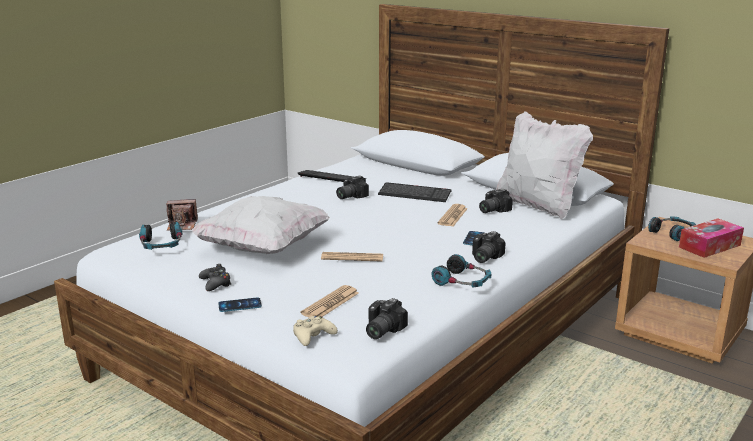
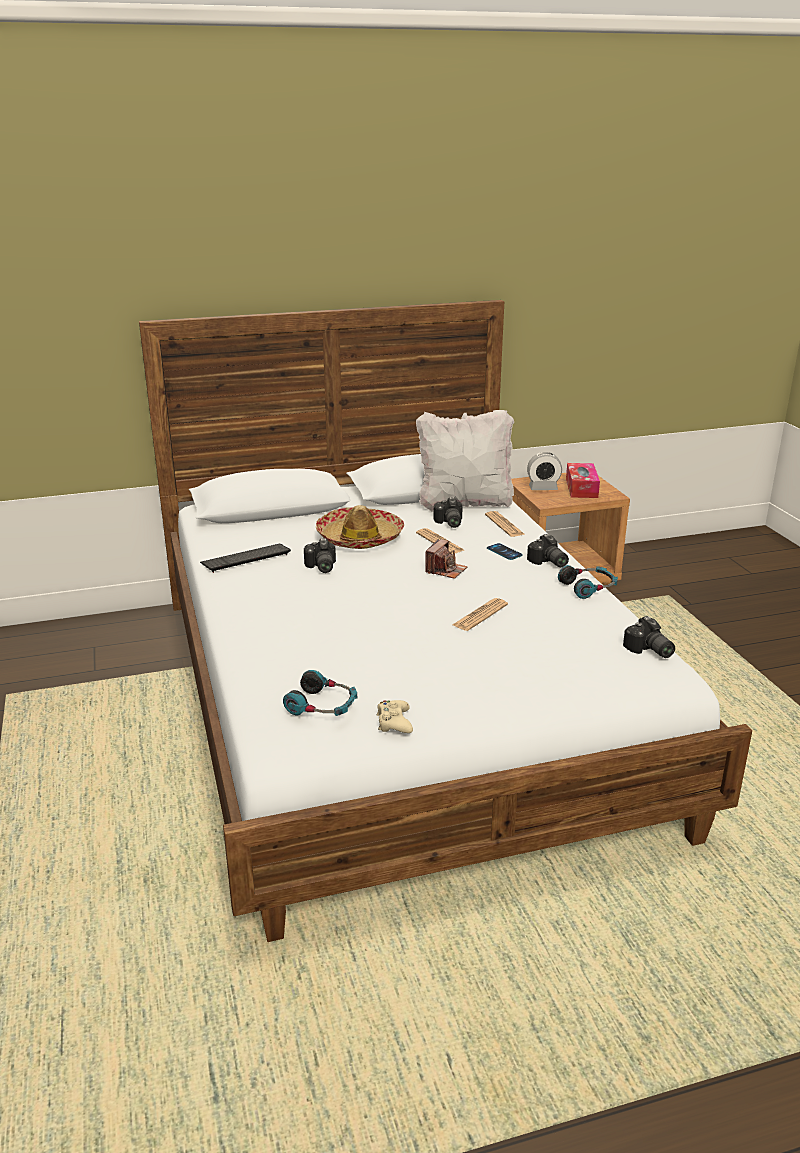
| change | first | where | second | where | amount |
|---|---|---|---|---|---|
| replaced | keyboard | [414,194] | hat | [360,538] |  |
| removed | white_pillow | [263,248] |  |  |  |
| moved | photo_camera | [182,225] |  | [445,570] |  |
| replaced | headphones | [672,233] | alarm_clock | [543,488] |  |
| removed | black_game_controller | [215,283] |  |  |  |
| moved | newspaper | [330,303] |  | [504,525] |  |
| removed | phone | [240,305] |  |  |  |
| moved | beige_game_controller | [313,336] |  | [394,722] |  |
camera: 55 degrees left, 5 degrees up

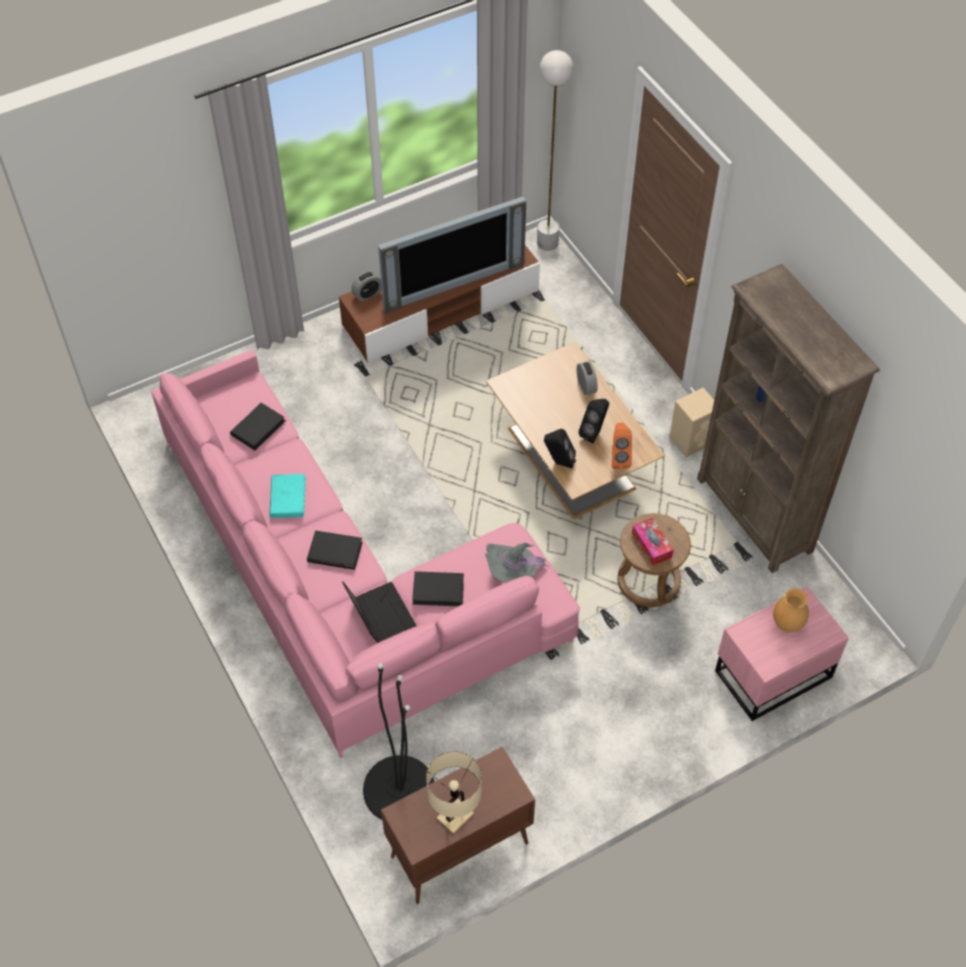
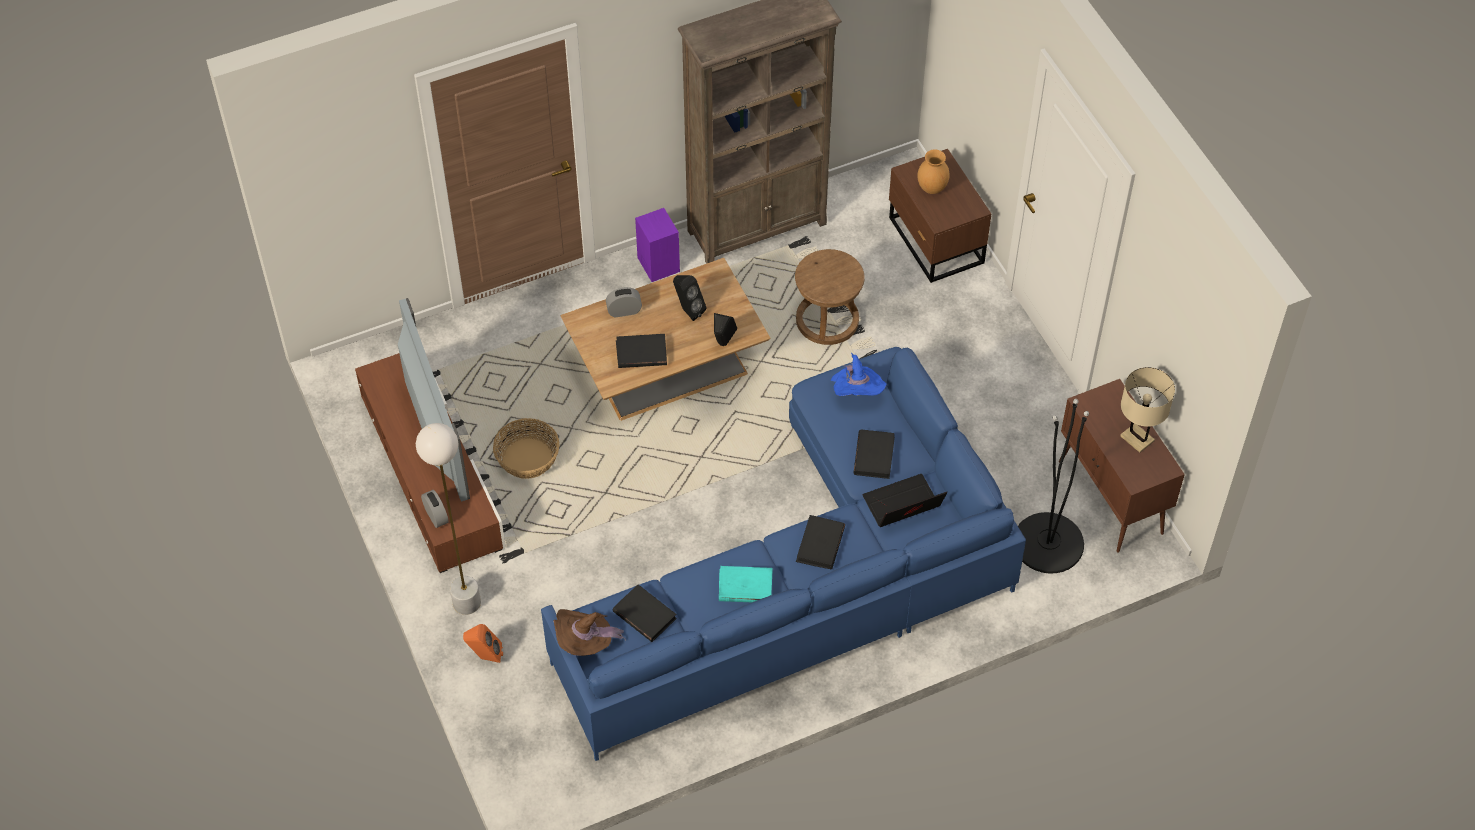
| change | first | where | second | where | amount |
|---|---|---|---|---|---|
| moved | white_floor_lamp | [547,243] |  | [466,602] |  |
| recoloured | pink_sofa | [346,582] | blue_sofa | [807,580] |  |
| recoloured | beige_speaker | [692,440] | purple_speaker | [658,263] |  |
| moved | orange_speaker | [619,458] |  | [485,657] |  |
| removed | tissue_box | [651,545] |  |  |  |
| recoloured | grey_hat | [513,572] | blue_hat | [856,393] |  |
| recoloured | pink_nightstand | [770,673] | brown_nightstand | [935,242] |  |
| added |  |  | black_book | [641,353] |  |
| added |  |  | basket | [528,458] |  |
| added |  |  | brown_hat | [586,642] |  |
camera: 85 degrees left, 0 degrees up

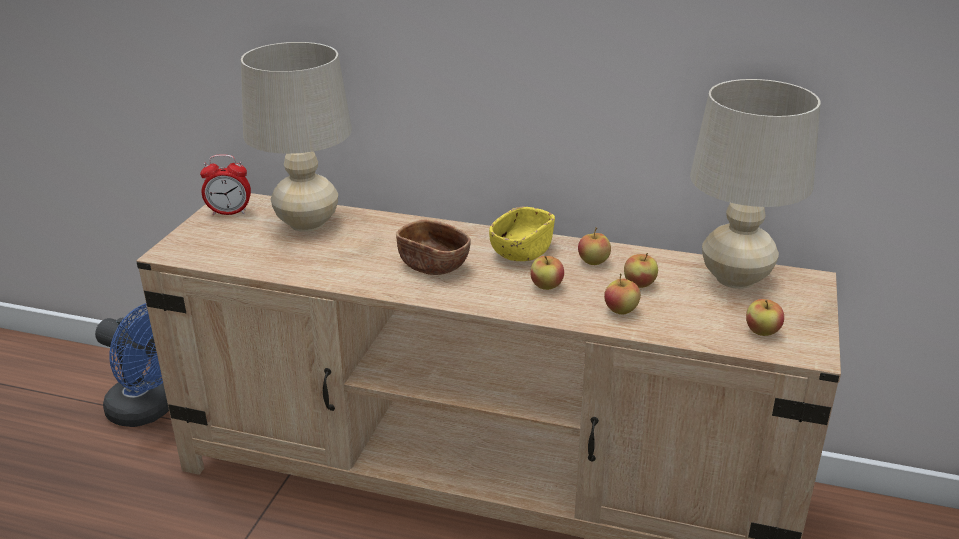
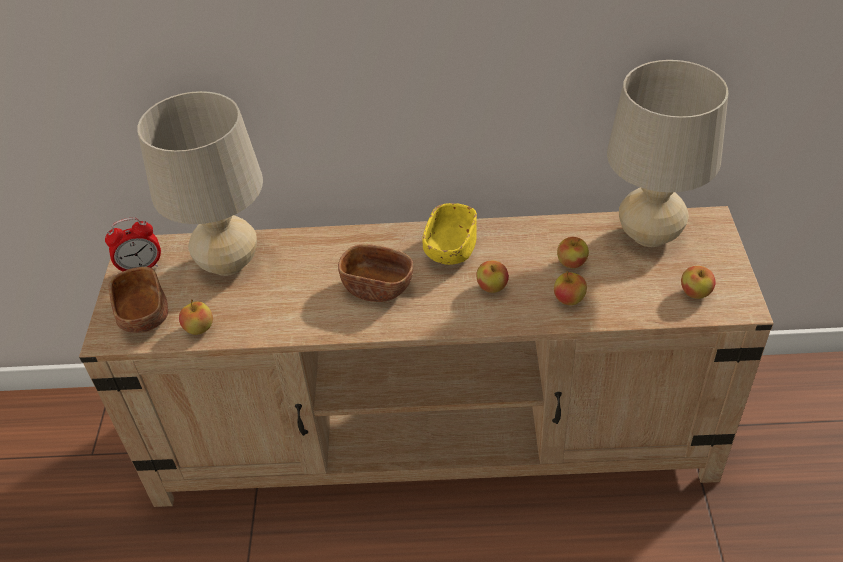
| change | first | where | second | where | amount |
|---|---|---|---|---|---|
| moved | apple | [593,262] |  | [199,328] |  |
| removed | blue_fan | [150,410] |  |  |  |
| added |  |  | brown_bowl | [144,315] |  |
camera: 15 degrees left, 15 degrees up

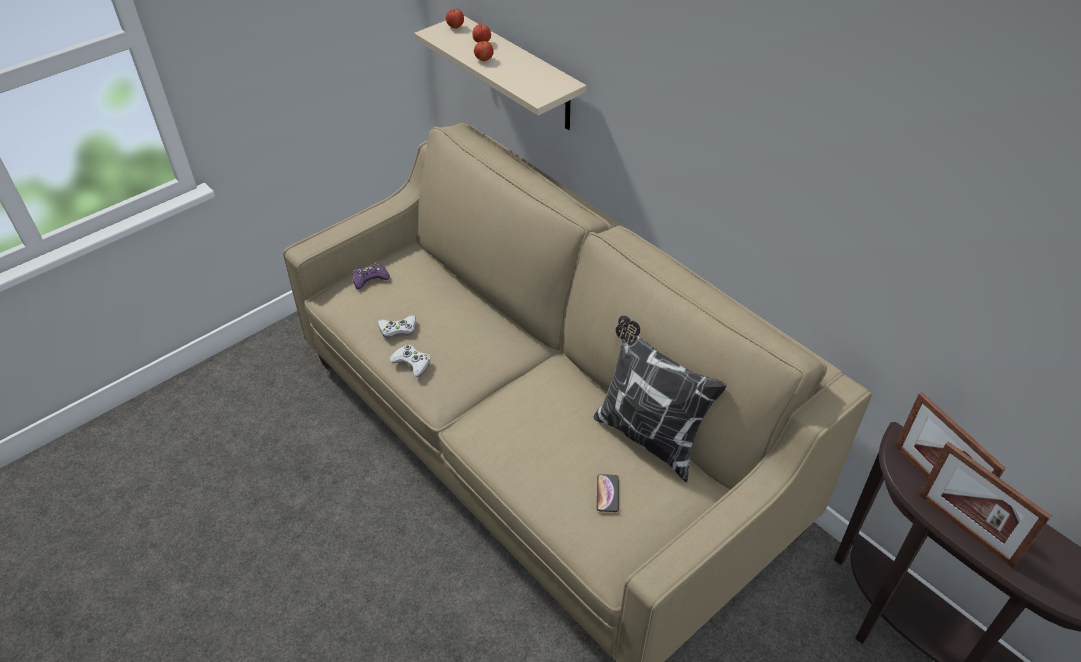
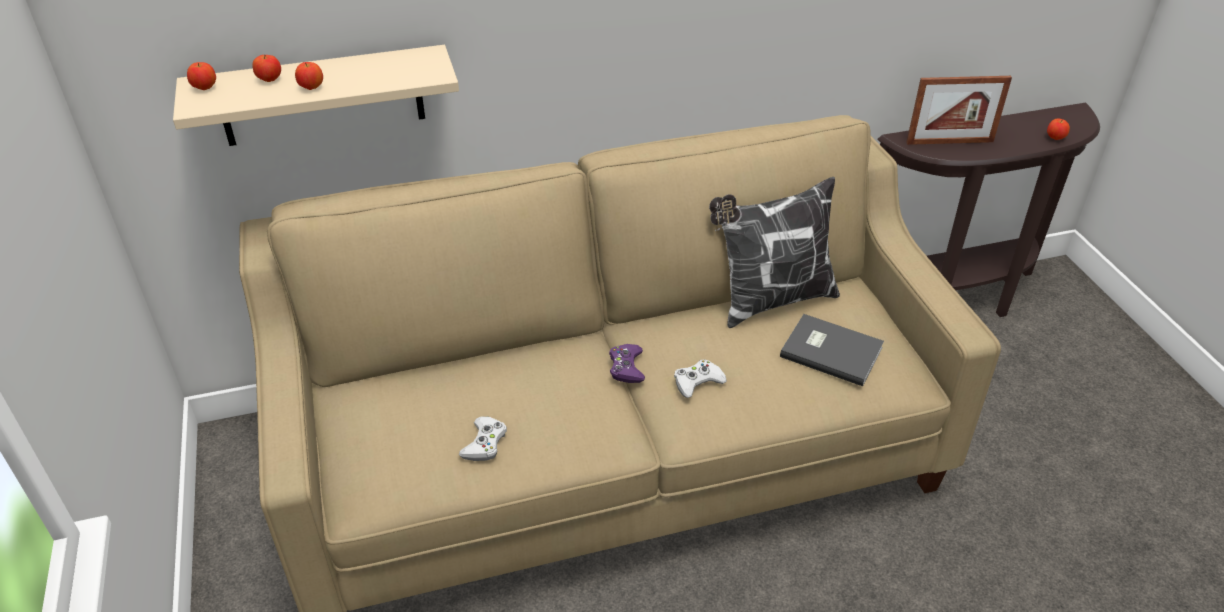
| change | first | where | second | where | amount |
|---|---|---|---|---|---|
| moved | purple_game_controller | [370,278] |  | [626,367] |  |
| moved | white_game_controller | [412,363] |  | [697,382] |  |
| removed | picture_frame | [965,529] |  |  |  |
| replaced | phone | [607,493] | grey_book | [830,350] |  |
| added |  |  | apple | [1055,138] |  |
camera: 65 degrees left, 5 degrees down

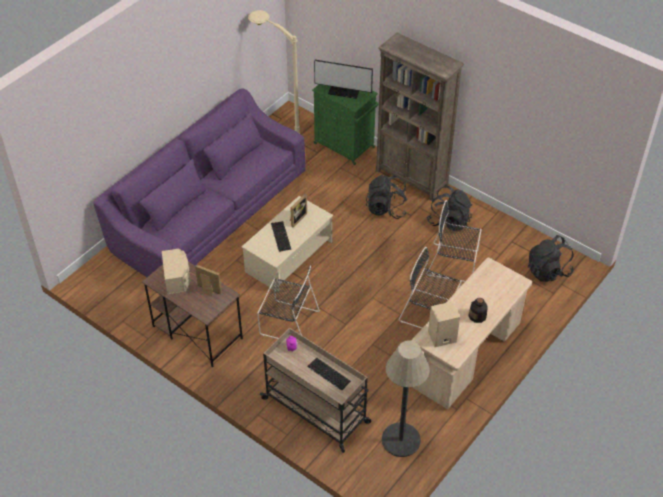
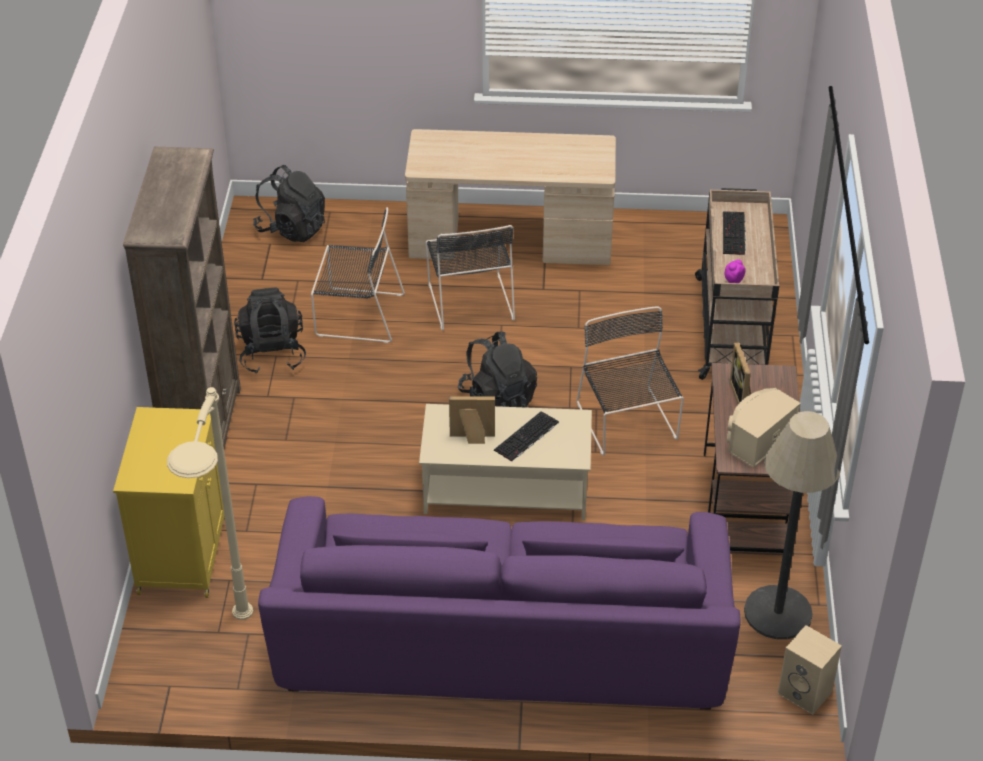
| change | first | where | second | where | amount |
|---|---|---|---|---|---|
| removed | monitor | [343,92] |  |  |  |
| recoloured | green_cabinet | [345,146] | yellow_cabinet | [183,552] |  |
| moved | black_backpack | [386,209] |  | [497,399] |  |
| turned | black_chair | [454,263] |  | [356,314] | 60 degrees counterclockwise |
| removed | bottle | [477,316] |  |  |  |
| moved | beige_speaker | [441,337] |  | [806,692] |  |
| moved | floor_lamp | [401,440] |  | [777,613] |  |
camera: 125 degrees left, 5 degrees down

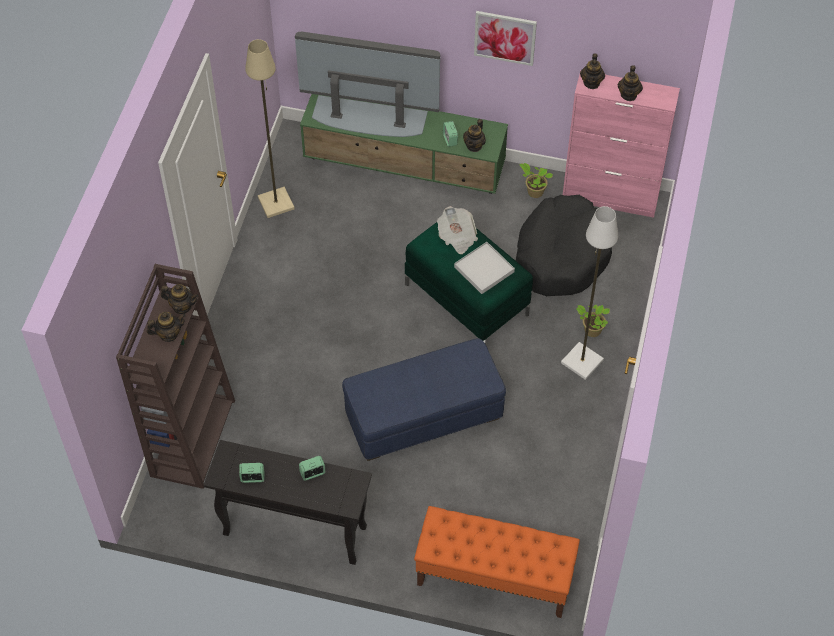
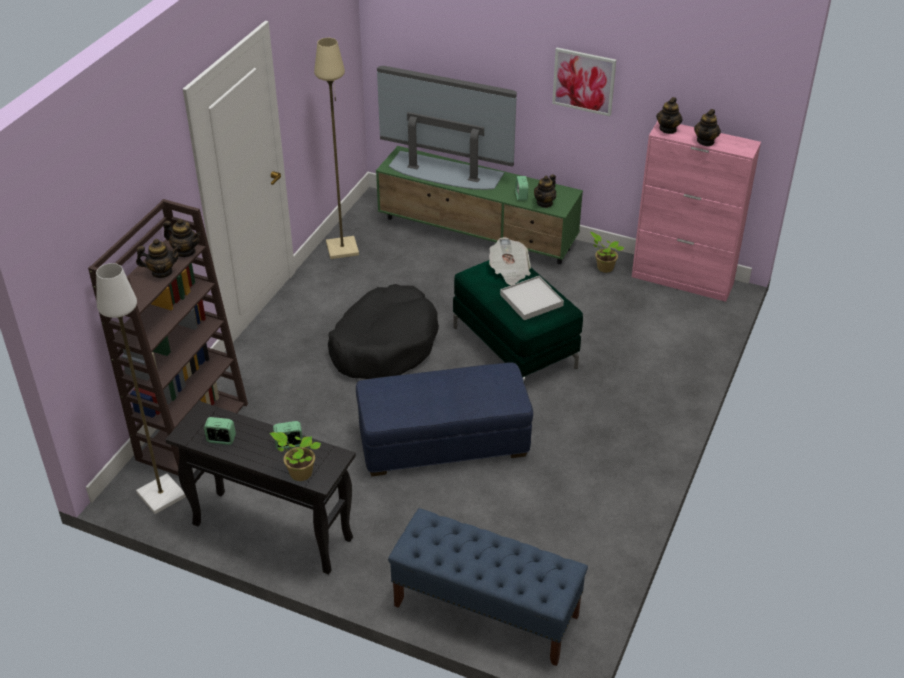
| change | first | where | second | where | amount |
|---|---|---|---|---|---|
| moved | black_dog_bed | [561,255] |  | [384,345] |  |
| moved | white_floor_lamp | [581,362] |  | [160,495] |  |
| moved | potted_plant | [591,330] |  | [299,473] |  |
| recoloured | orange_bench | [494,577] | blue_bench | [485,610] |  |
camera: 10 degrees right, 15 degrees down

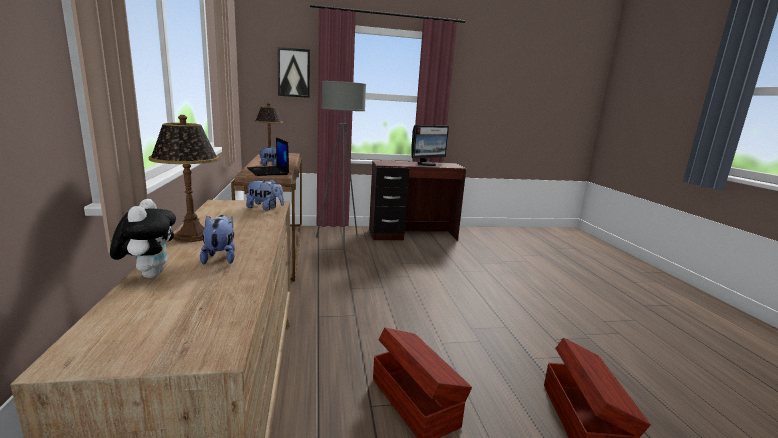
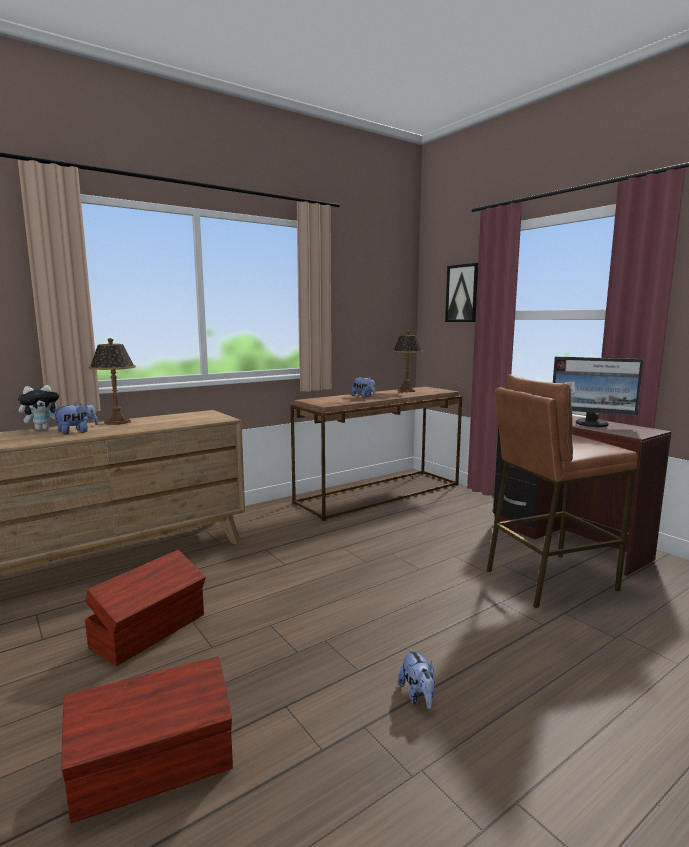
| change | first | where | second | where | amount |
|---|---|---|---|---|---|
| removed | grey_floor_lamp | [340,240] |  |  |  |
| removed | laptop | [268,171] |  |  |  |
| moved | plush_toy | [265,208] |  | [418,696] |  |
| added |  |  | brown_stool | [549,579] |  |
camera: 65 degrees right, 5 degrees down

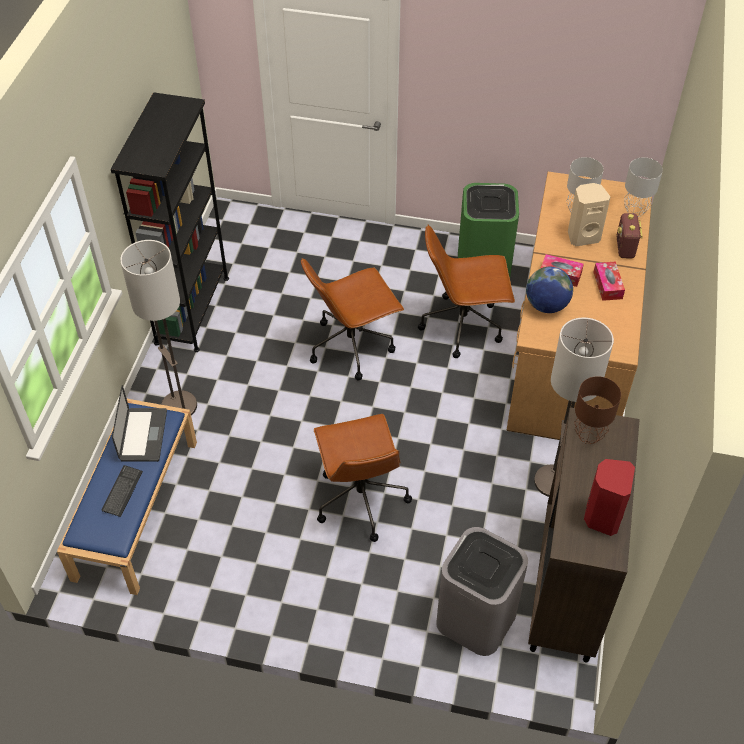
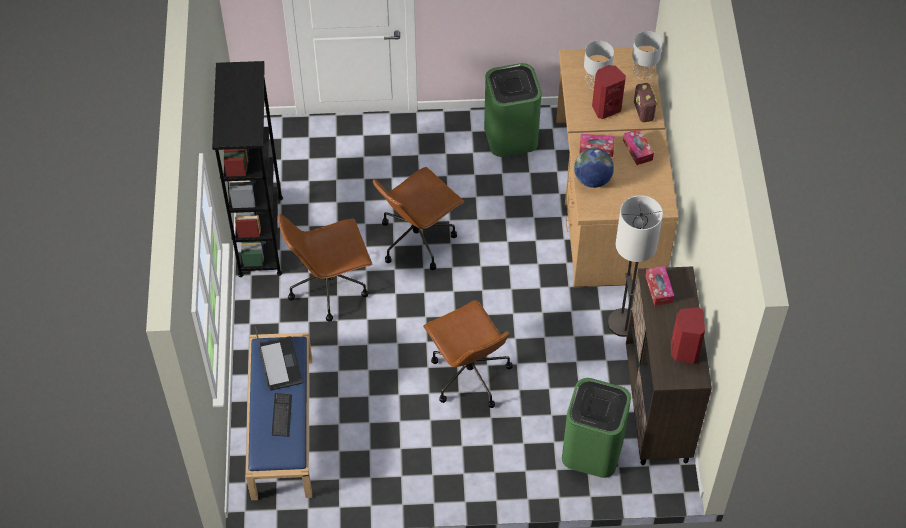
| change | first | where | second | where | amount |
|---|---|---|---|---|---|
| recoloured | beige_speaker | [582,236] | red_speaker | [605,108] |  |
| moved | brown_office_chair | [463,325] |  | [329,286] |  |
| removed | floor_lamp | [179,406] |  |  |  |
| replaced | brown_table_lamp | [589,436] | tissue_box | [659,289] |  |
| recoloured | grey_trash_can | [475,619] | green_trash_can | [591,450] |  |
camera: 15 degrees left, 5 degrees up

